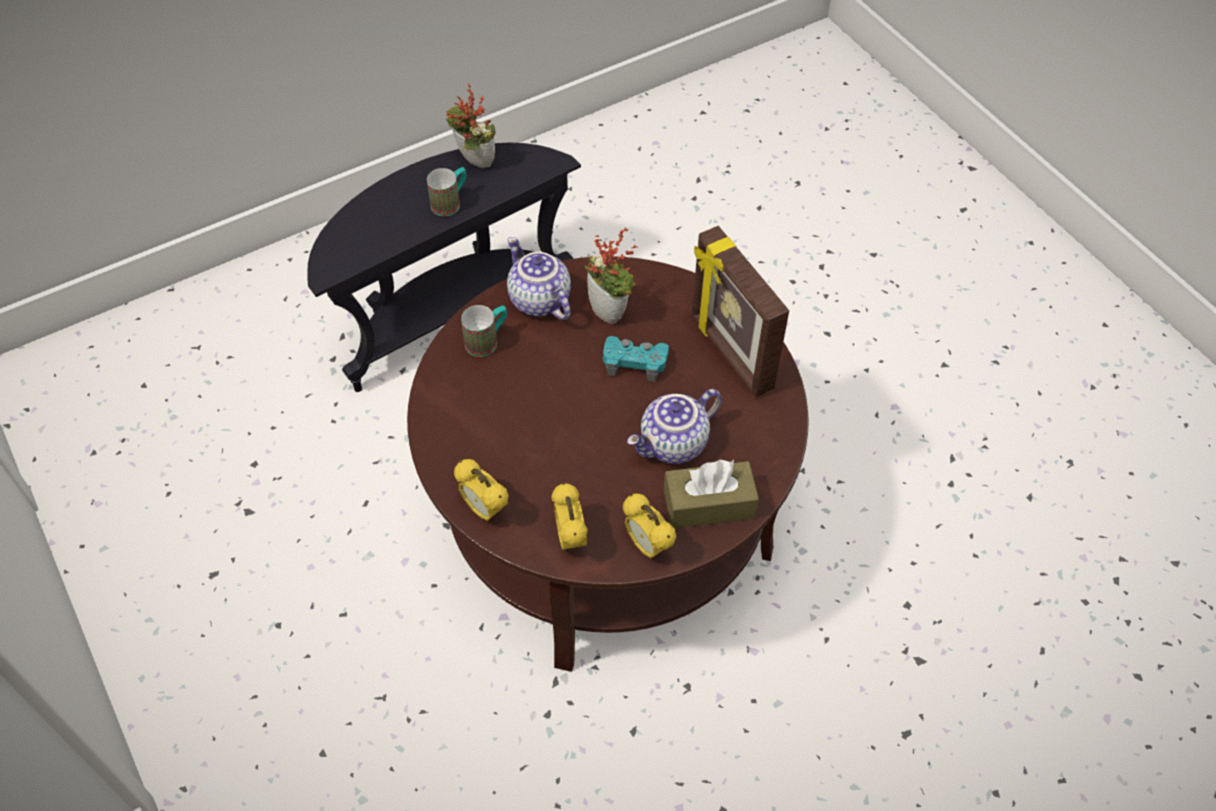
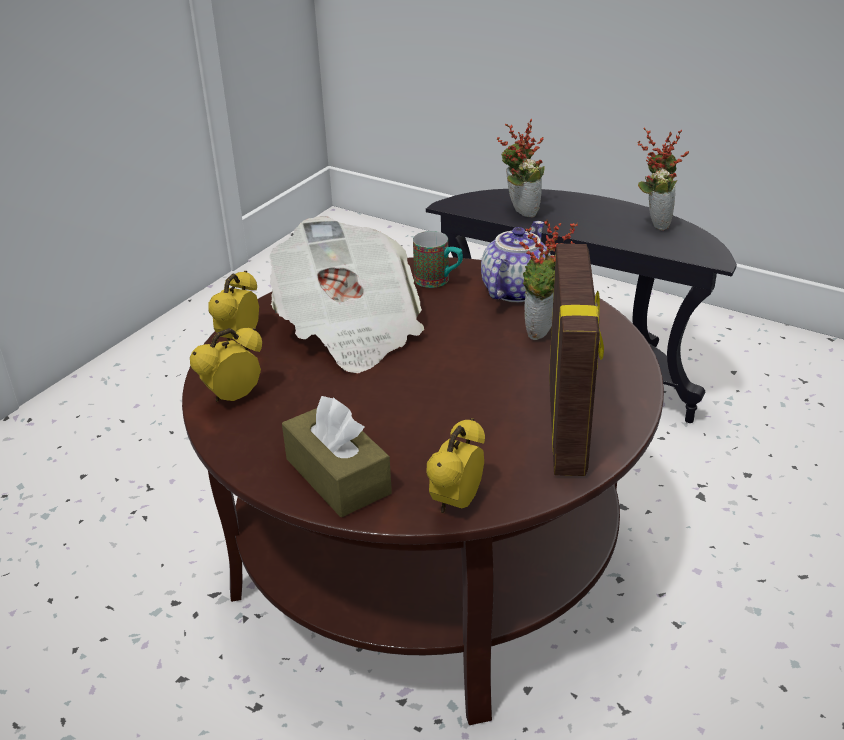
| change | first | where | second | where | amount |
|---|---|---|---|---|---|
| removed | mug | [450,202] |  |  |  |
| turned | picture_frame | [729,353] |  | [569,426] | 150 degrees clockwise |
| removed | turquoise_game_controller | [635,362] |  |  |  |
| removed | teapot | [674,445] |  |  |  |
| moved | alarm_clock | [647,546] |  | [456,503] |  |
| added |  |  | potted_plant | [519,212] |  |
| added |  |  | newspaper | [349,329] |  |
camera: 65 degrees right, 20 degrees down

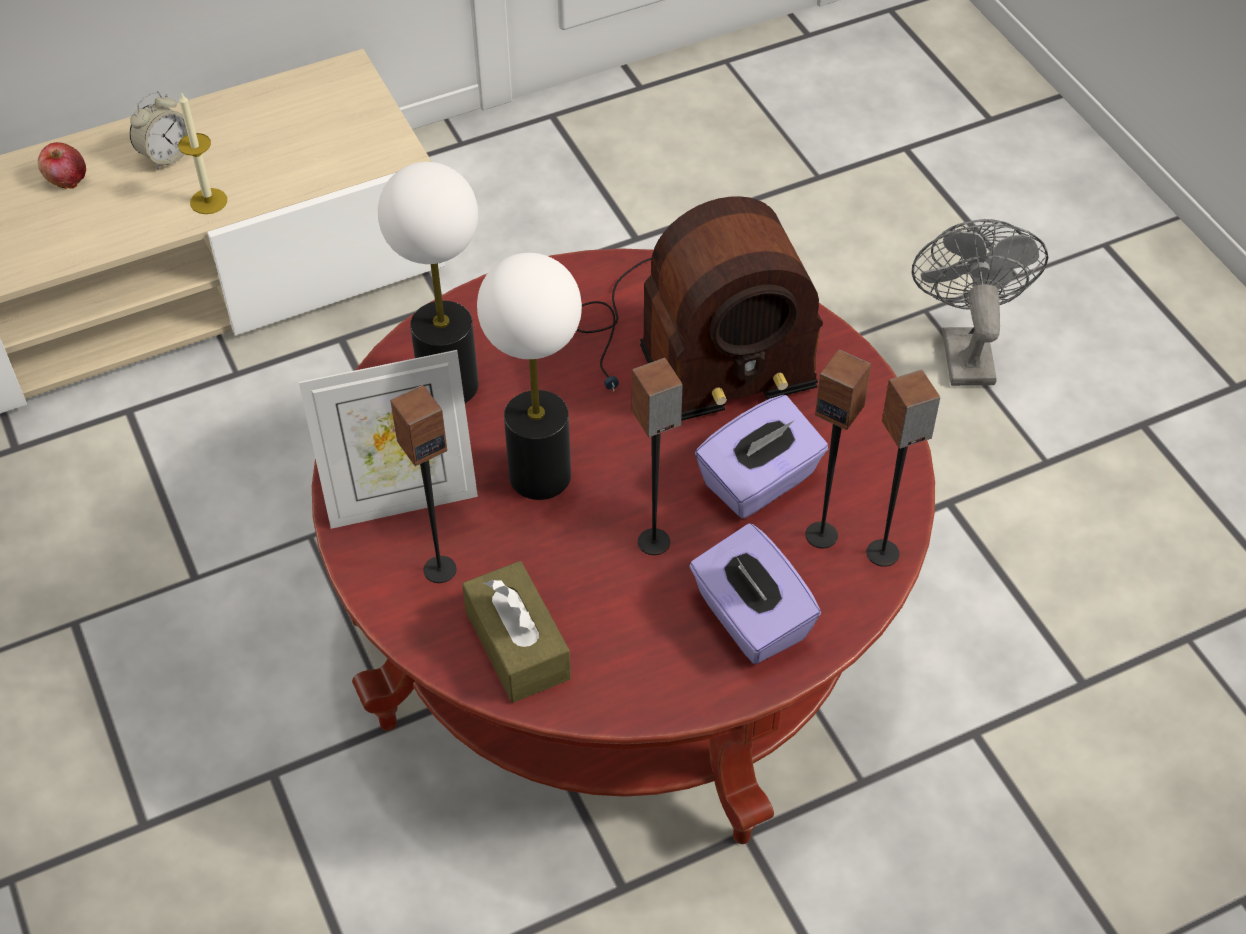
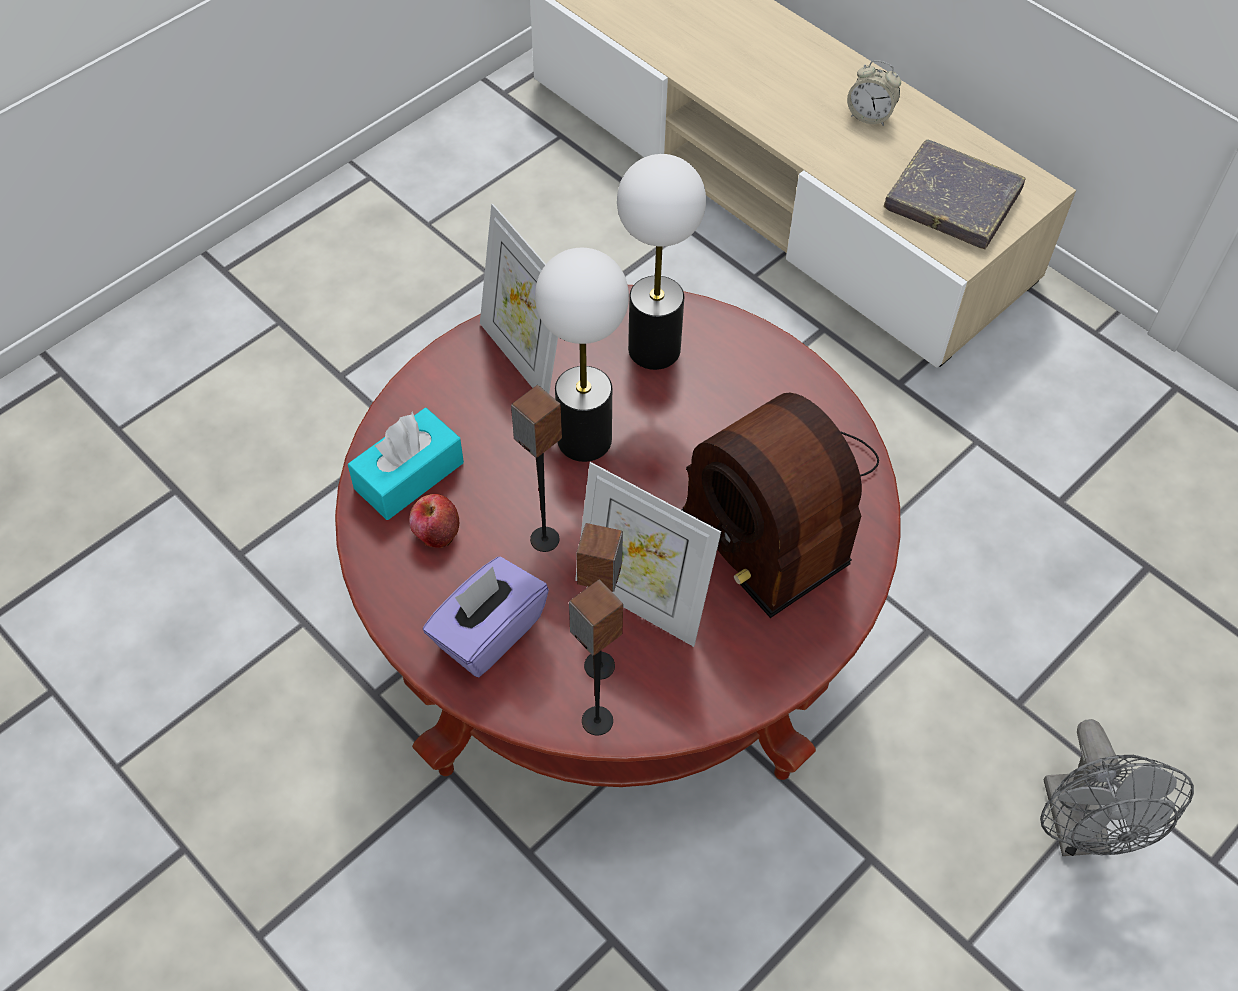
| change | first | where | second | where | amount |
|---|---|---|---|---|---|
| removed | candle | [208,201] |  |  |  |
| moved | apple | [66,179] |  | [436,532] |  |
| turned | grey_fan | [964,348] |  | [1080,830] | 105 degrees clockwise |
| removed | speaker | [439,569] |  |  |  |
| replaced | purple_tissue_box | [760,482] | picture_frame | [641,601] |  |
| recoloured | brown_tissue_box | [517,645] | turquoise_tissue_box | [409,475] |  |
| added |  |  | grey_book | [952,201] |  |
camera: 70 degrees right, 5 degrees up

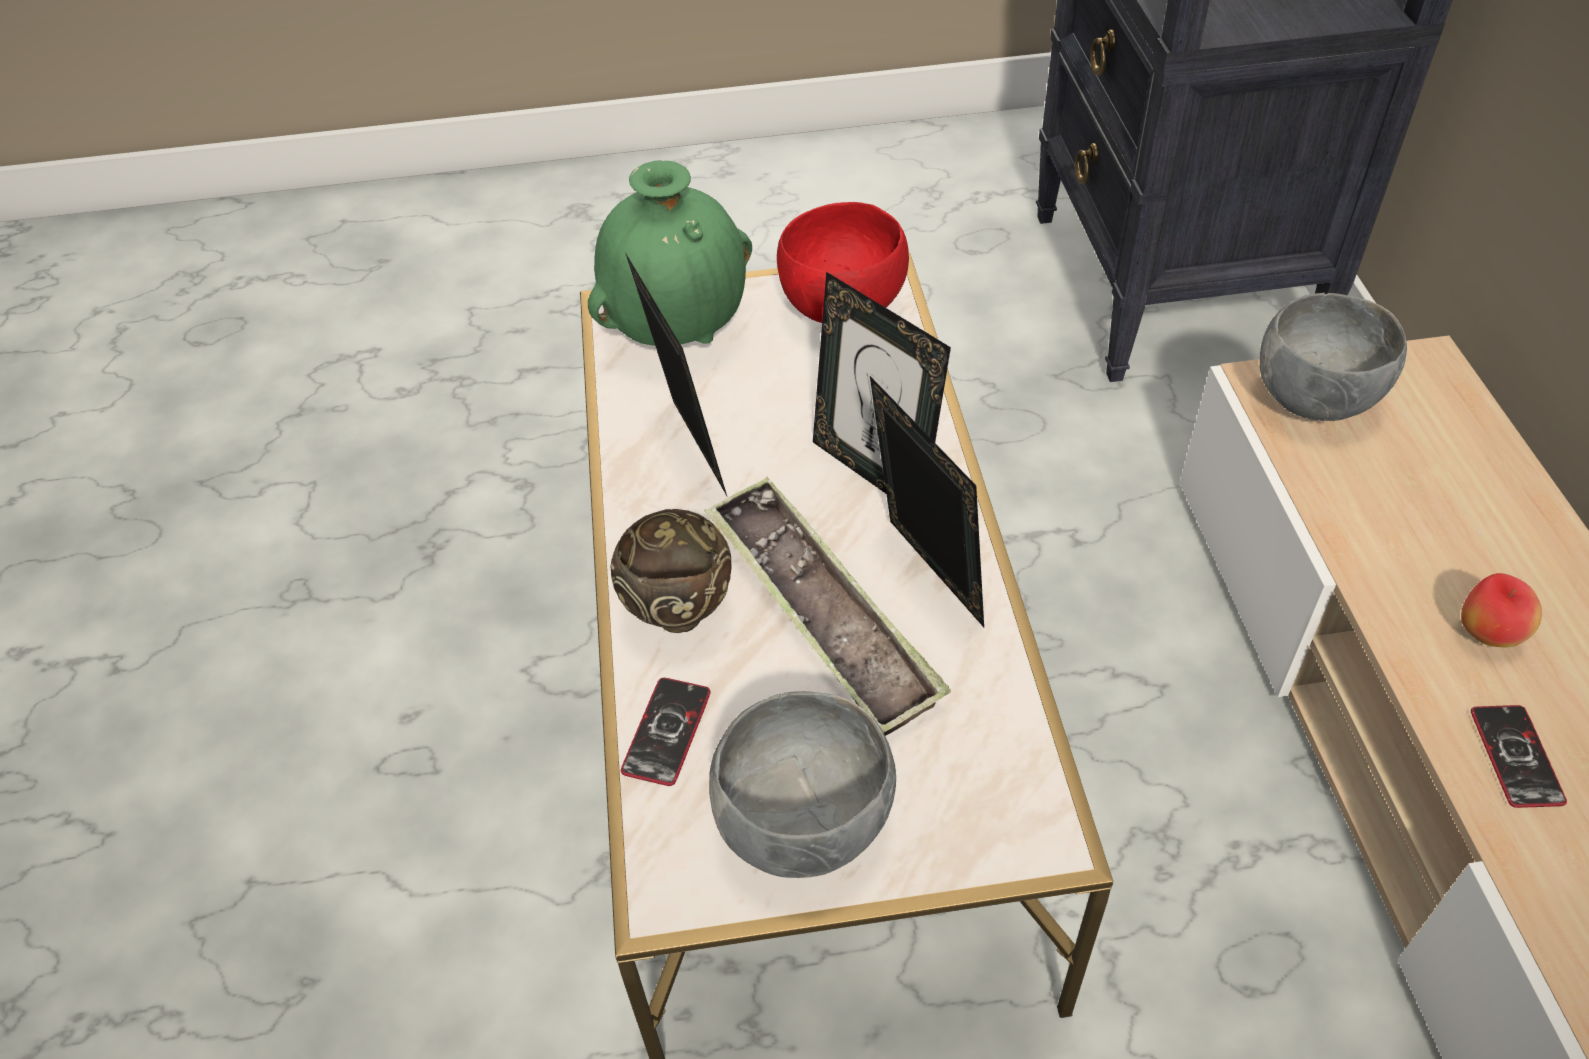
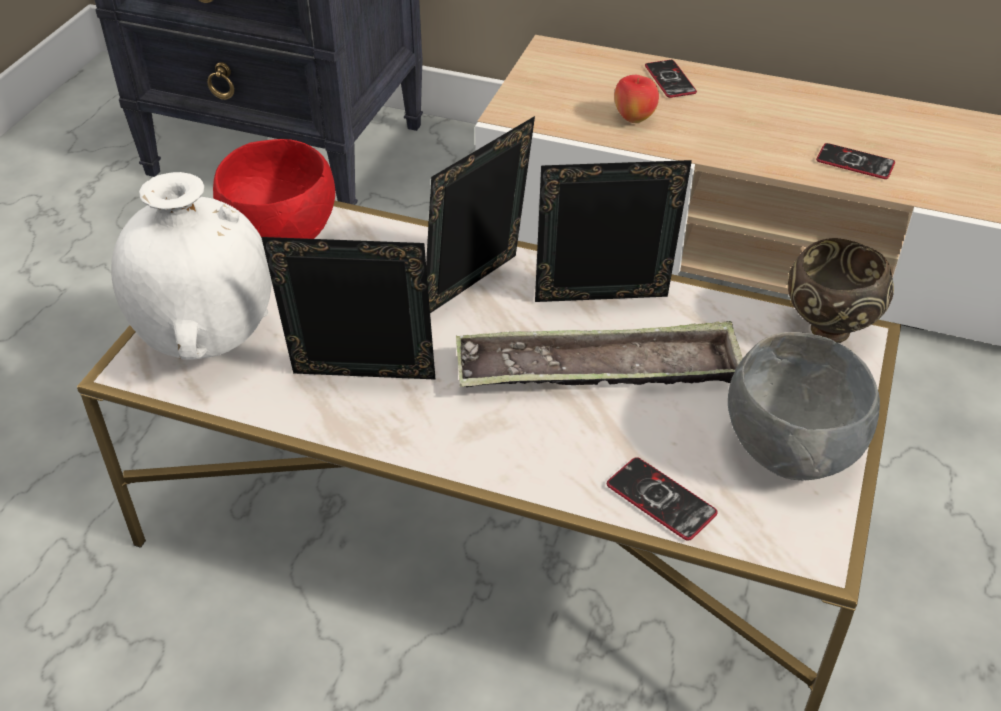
| change | first | where | second | where | amount |
|---|---|---|---|---|---|
| recoloured | green_vase | [680,331] | white_vase | [208,339] |  |
| turned | picture_frame | [874,472] |  | [478,290] | 150 degrees clockwise |
| removed | grey_bowl | [1313,400] |  |  |  |
| moved | brown_bowl | [679,612] |  | [826,331] |  |
| moved | apple | [1486,634] |  | [634,119] |  |
| added |  |  | phone | [670,80] |  |
camera: 65 degrees left, 5 degrees down

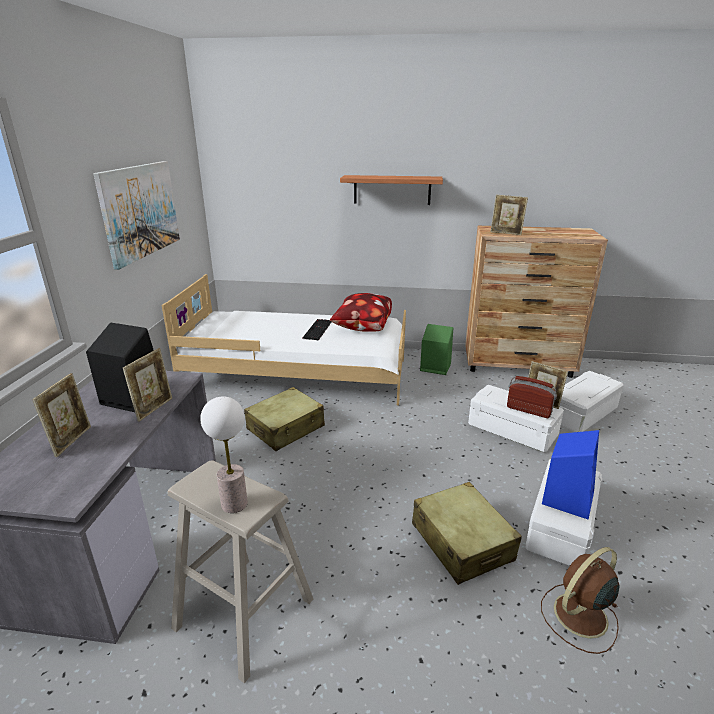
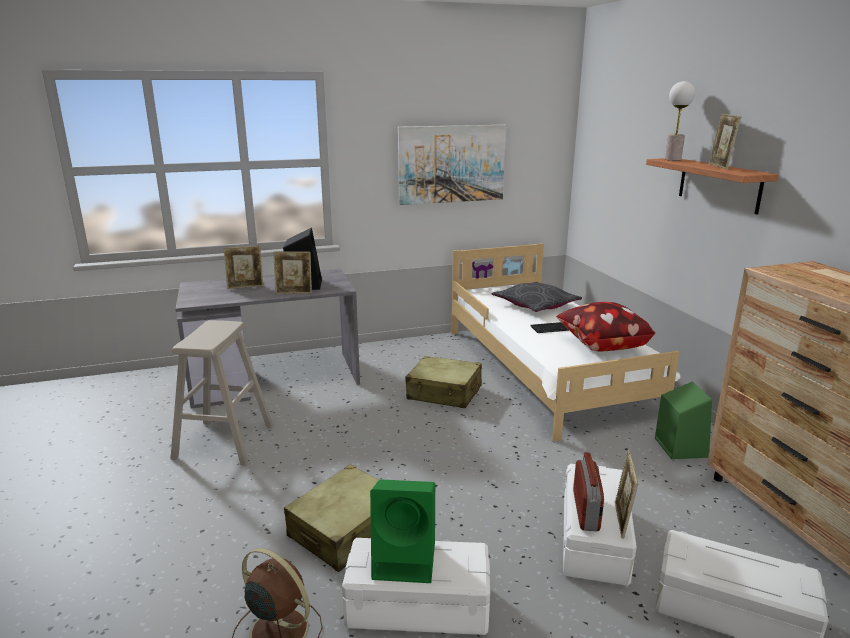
| change | first | where | second | where | amount |
|---|---|---|---|---|---|
| moved | picture_frame | [506,233] |  | [719,166] |  |
| moved | table_lamp | [234,504] |  | [672,159] |  |
| recoloured | blue_speaker | [567,497] | green_speaker | [406,560] |  |
| added |  |  | grey_pillow | [535,305] |  |
camera: 65 degrees right, 5 degrees down

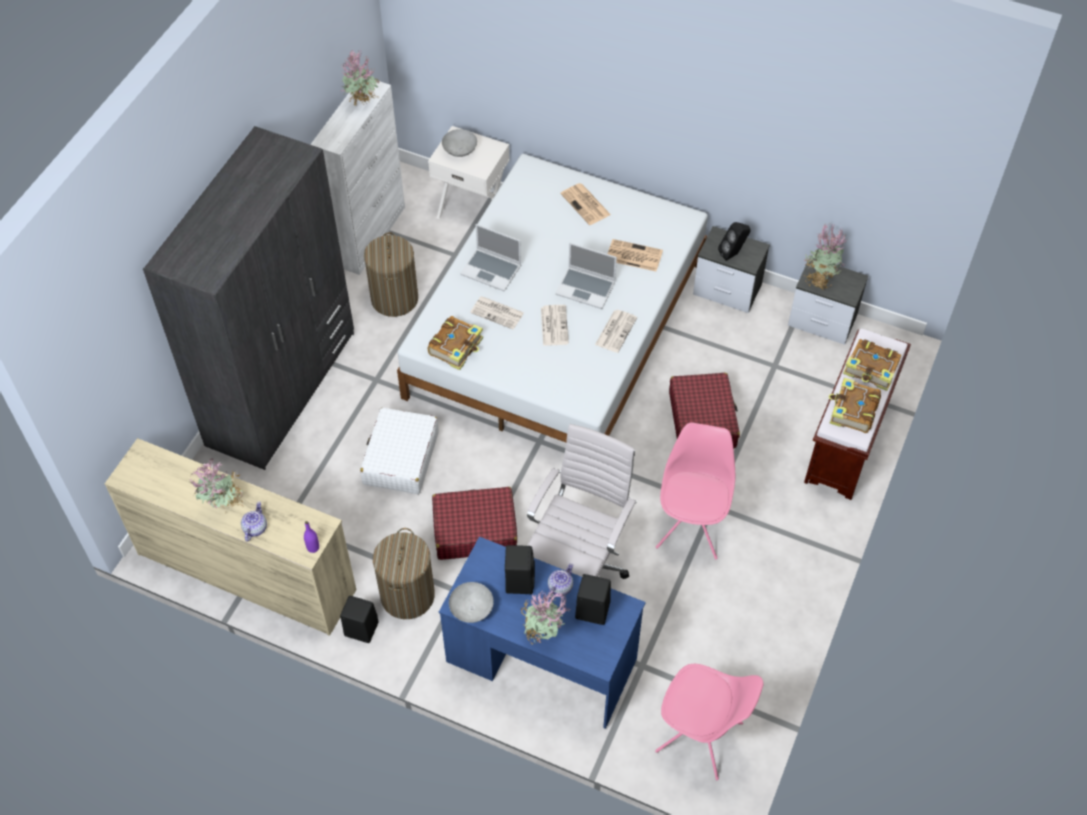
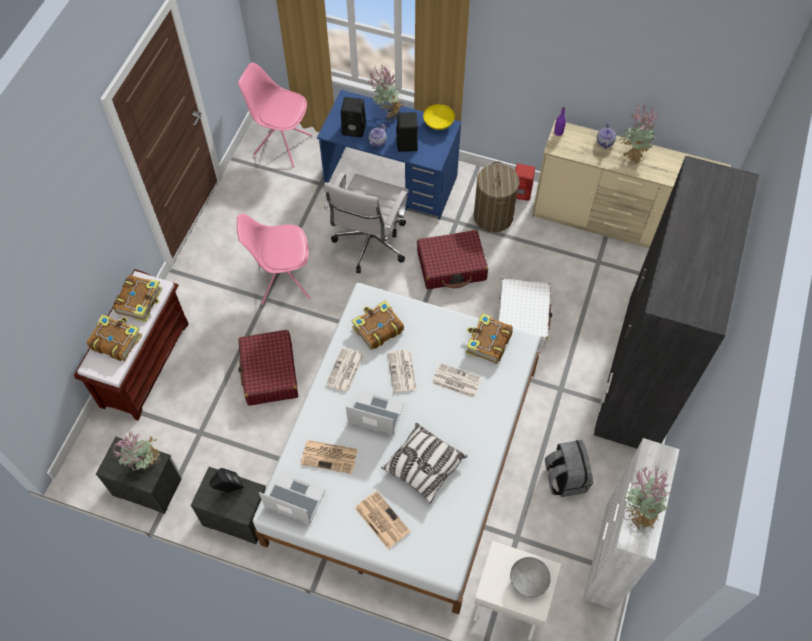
| change | first | where | second | where | amount |
|---|---|---|---|---|---|
| moved | laptop | [492,270] |  | [293,499] |  |
| replaced | laundry_basket | [394,299] | grey_backpack | [565,477] |  |
| turned | pink_chair | [691,526] |  | [282,281] | 75 degrees clockwise |
| recoloured | grey_bowl | [472,609] | yellow_bowl | [438,124] |  |
| recoloured | black_speaker | [360,629] | red_speaker | [522,192] |  |
| added |  |  | book | [377,329] |  |
| added |  |  | pillow | [423,466] |  |
camera: 175 degrees right, 5 degrees up

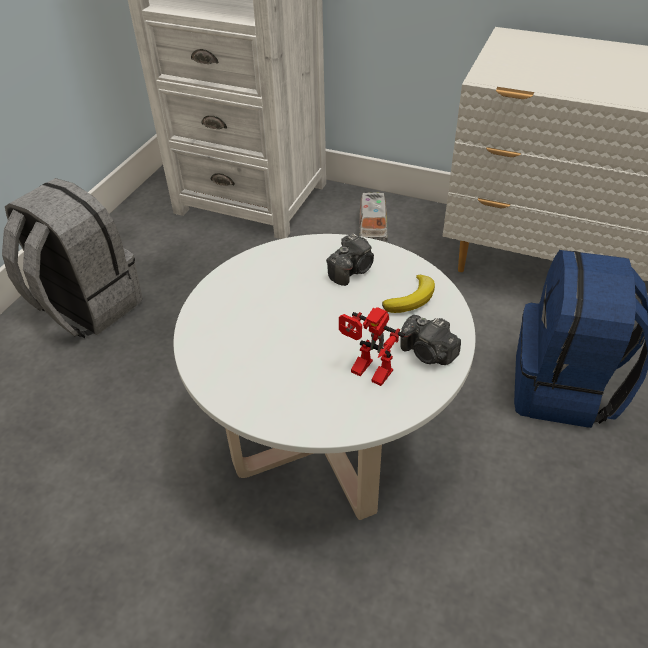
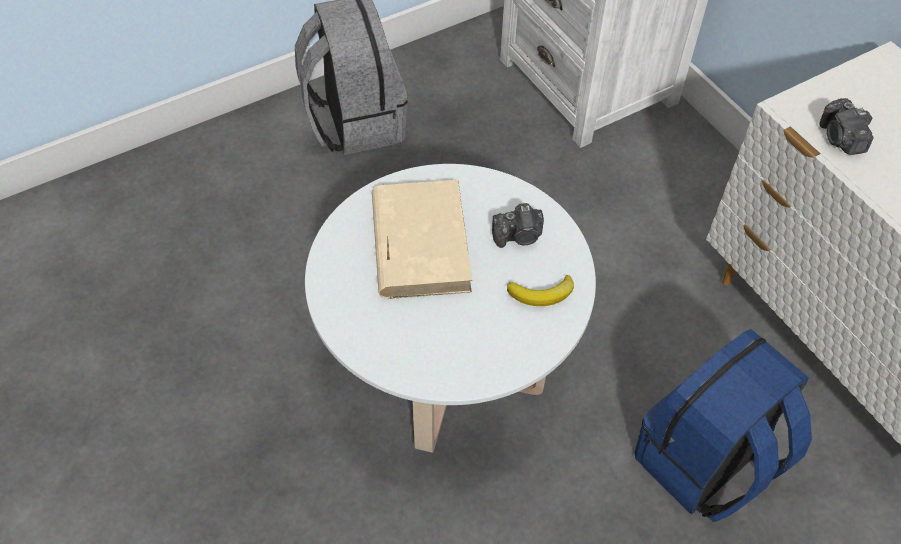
| change | first | where | second | where | amount |
|---|---|---|---|---|---|
| removed | toy_truck | [372,229] |  |  |  |
| removed | toy_robot | [366,373] |  |  |  |
| moved | photo_camera | [428,353] |  | [840,139] |  |
| added |  |  | beige_book | [420,242] |  |
camera: 35 degrees right, 10 degrees up

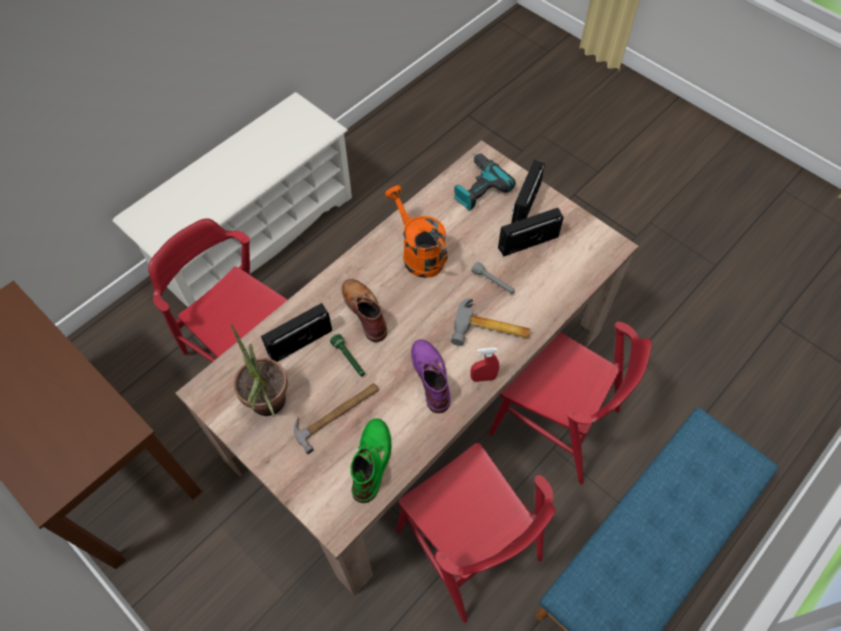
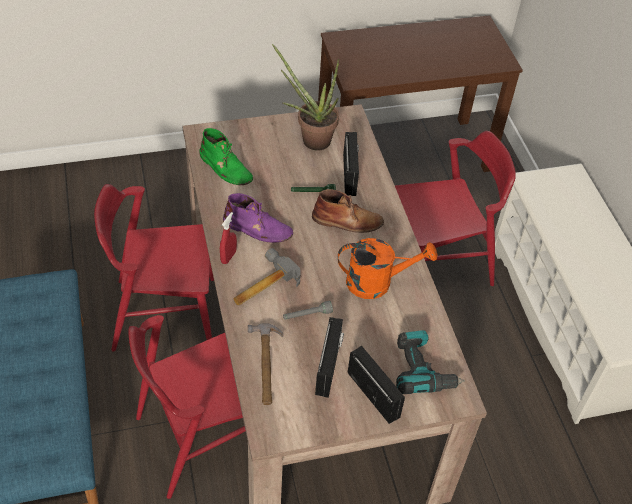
| change | first | where | second | where | amount |
|---|---|---|---|---|---|
| moved | hammer | [337,414] |  | [266,365] |  |
camera: 120 degrees right, 10 degrees down

